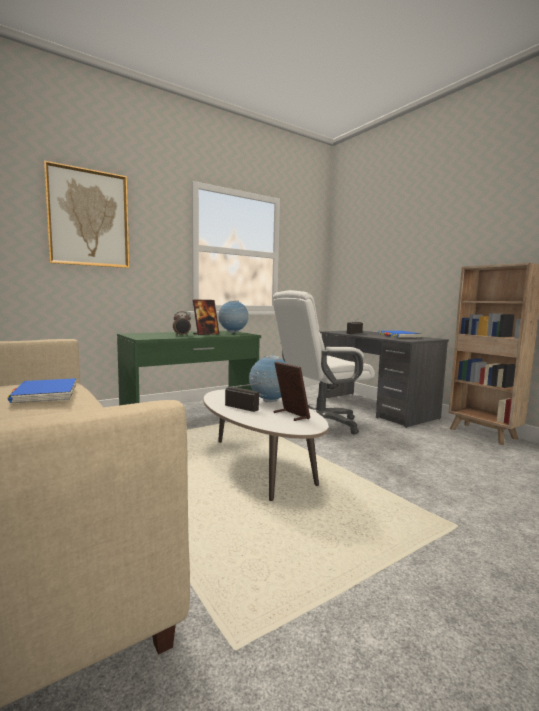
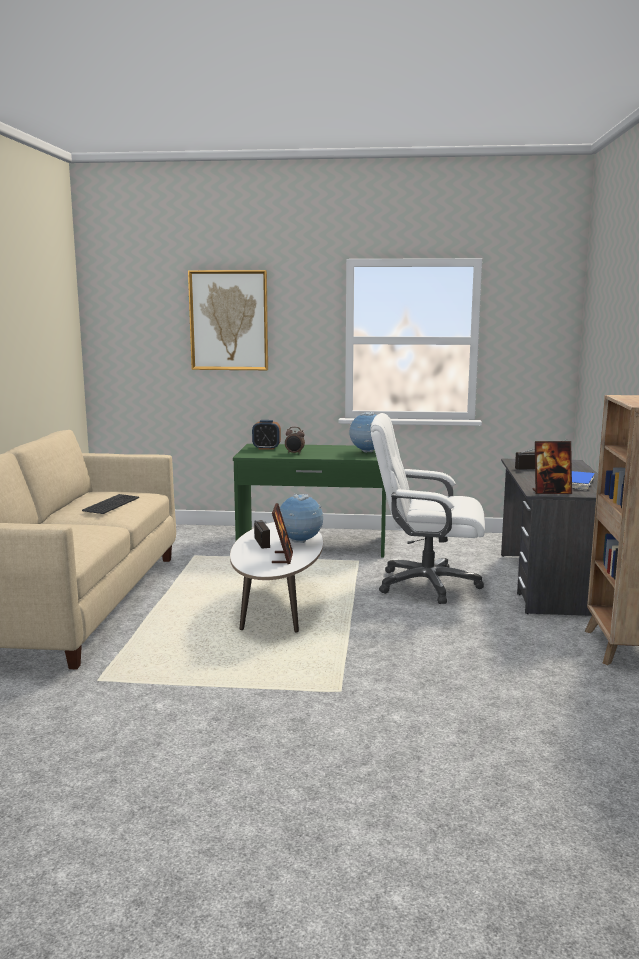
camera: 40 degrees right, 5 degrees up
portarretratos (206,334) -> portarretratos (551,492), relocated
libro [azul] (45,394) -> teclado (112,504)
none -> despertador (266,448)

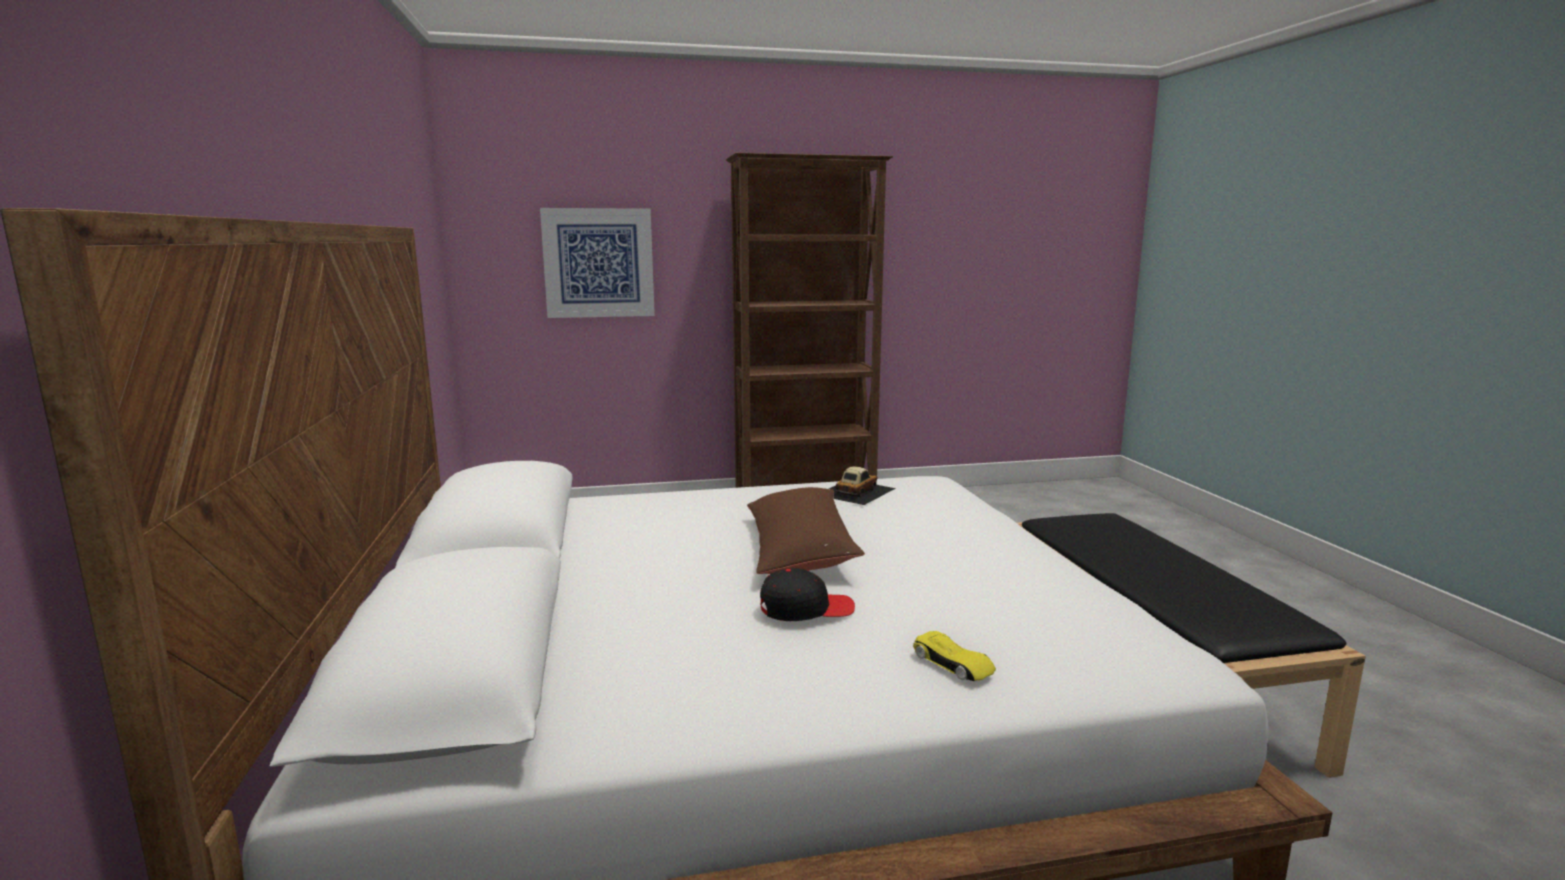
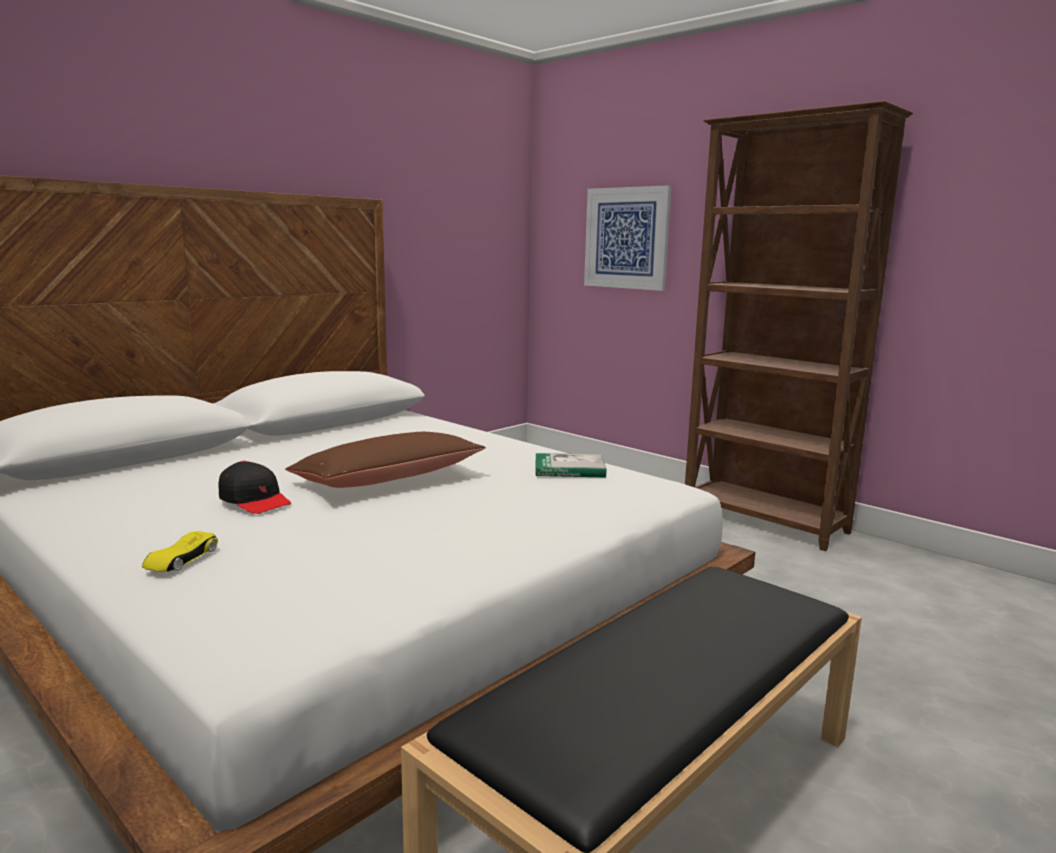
camera: 55 degrees right, 0 degrees up
coche de juguete (855,491) -> libro (569,469)

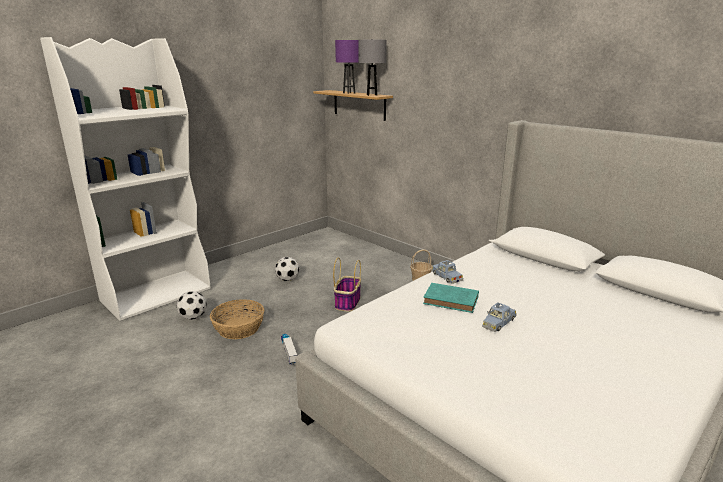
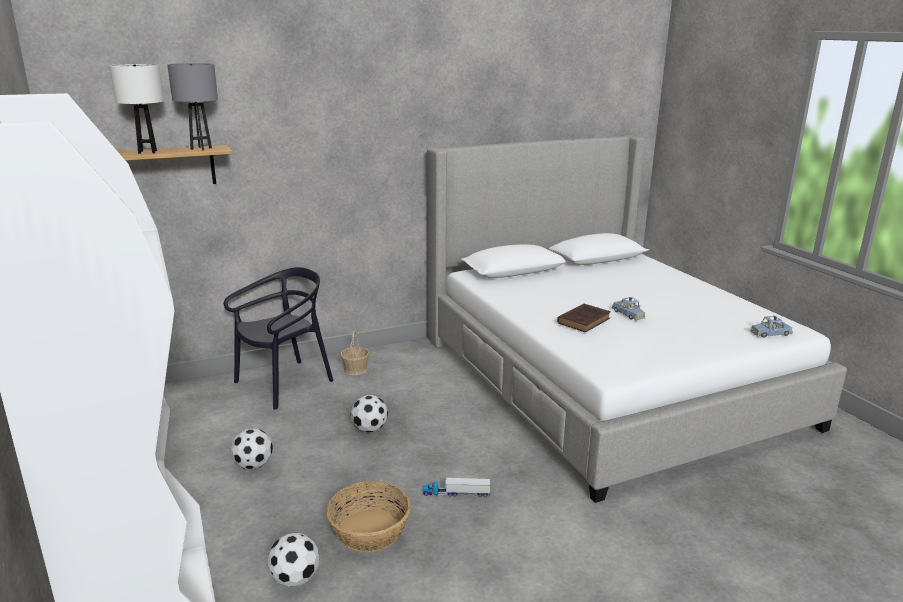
camera: 70 degrees left, 0 degrees up
lámpara de mesa [morado] (349,93) -> lámpara de mesa [blanco] (147,152)
cesta (347,302) -> balón de fútbol (369,429)
coche de juguete [azul] (446,277) -> coche de juguete [azul] (770,334), relocated
libro [turquesa] (452,301) -> libro [marrón] (584,320)
none -> silla [negro] (284,383)

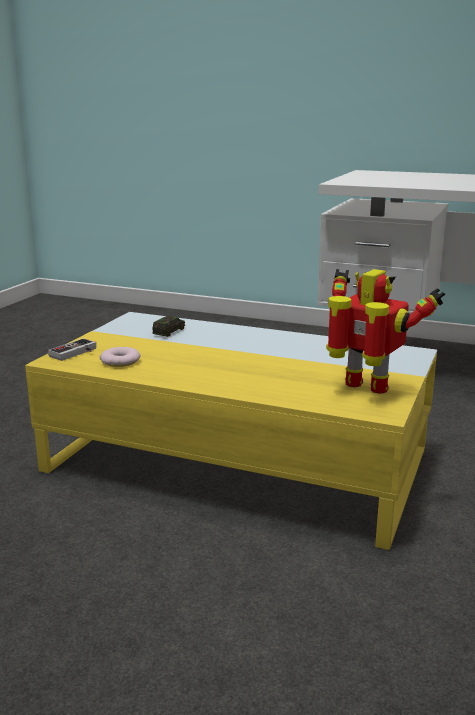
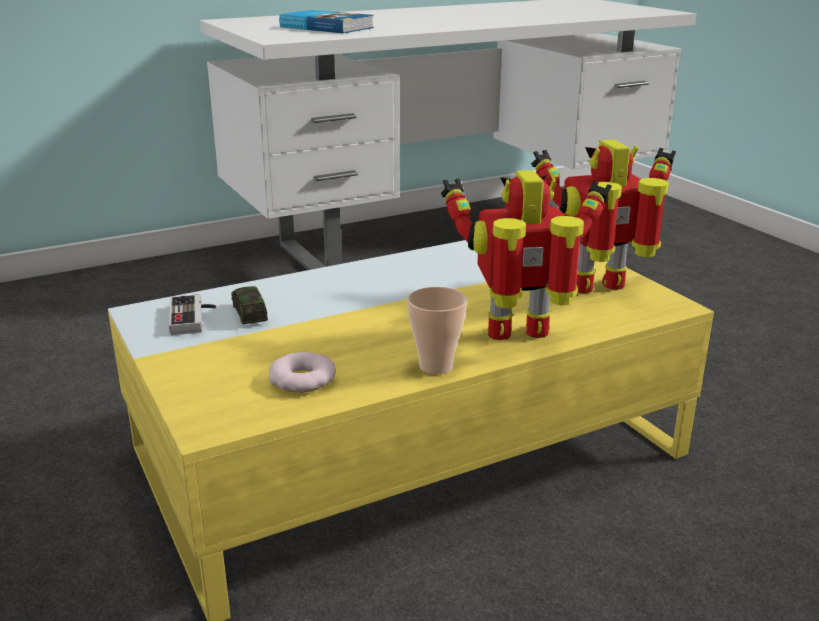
camera: 50 degrees left, 5 degrees up
mando de consola (76,353) -> mando de consola (194,318), relocated
none -> libro (327,27)
none -> robot de juguete (521,335)
none -> taza (436,366)

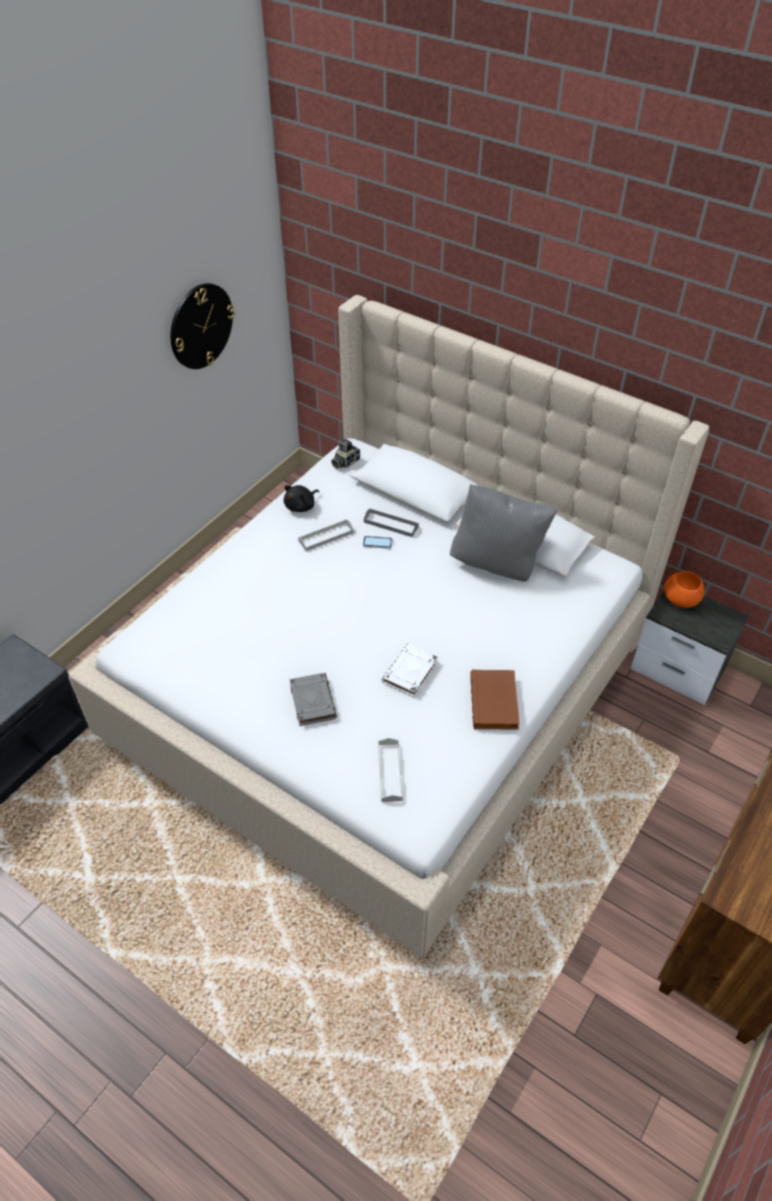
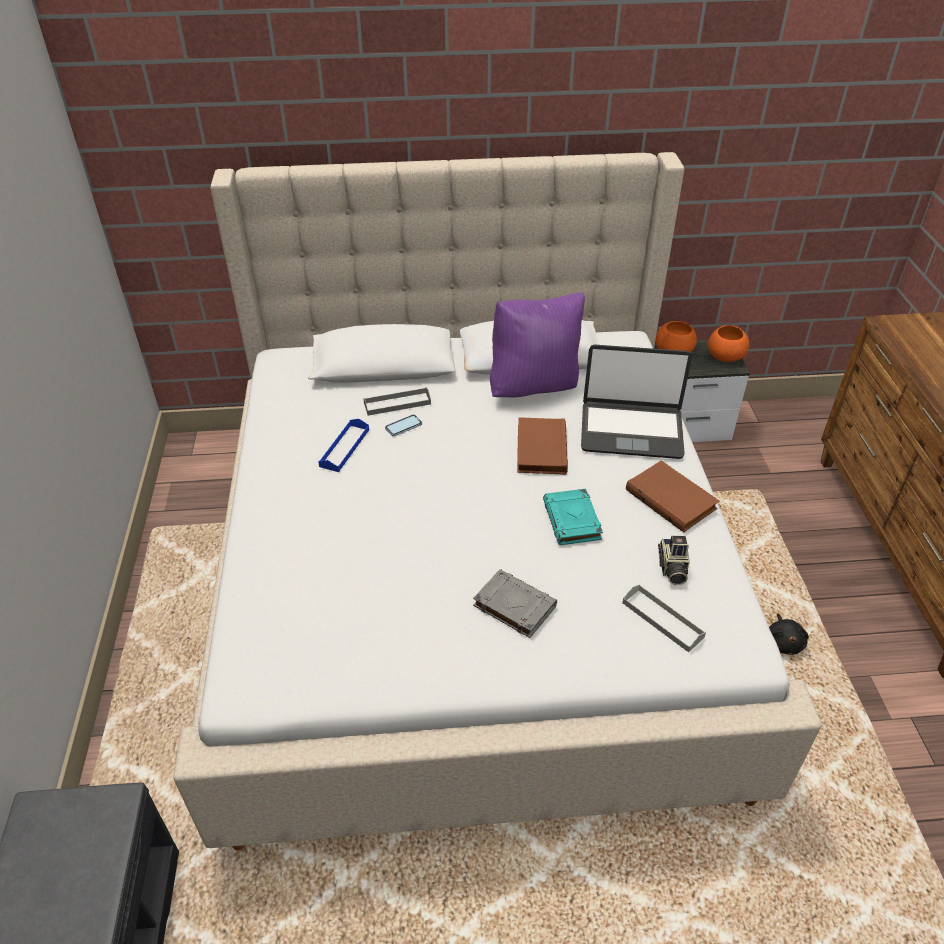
camera: 40 degrees left, 5 degrees down
reloj de pared (201,326) -> none
cámara (344,462) -> cámara (671,569), relocated
cojín [gris] (497,564) -> cojín [morado] (534,387)
peluche [negro] (301,506) -> peluche [negro] (783,642), relocated
bandeja [gris] (326,537) -> bandeja [azul] (344,448)
libro [blanco] (410,673) -> libro [turquesa] (572,521)
none -> cuenco [naranja] (724,356)
none -> portátil (631,430)
none -> libro [marrón] (539,449)

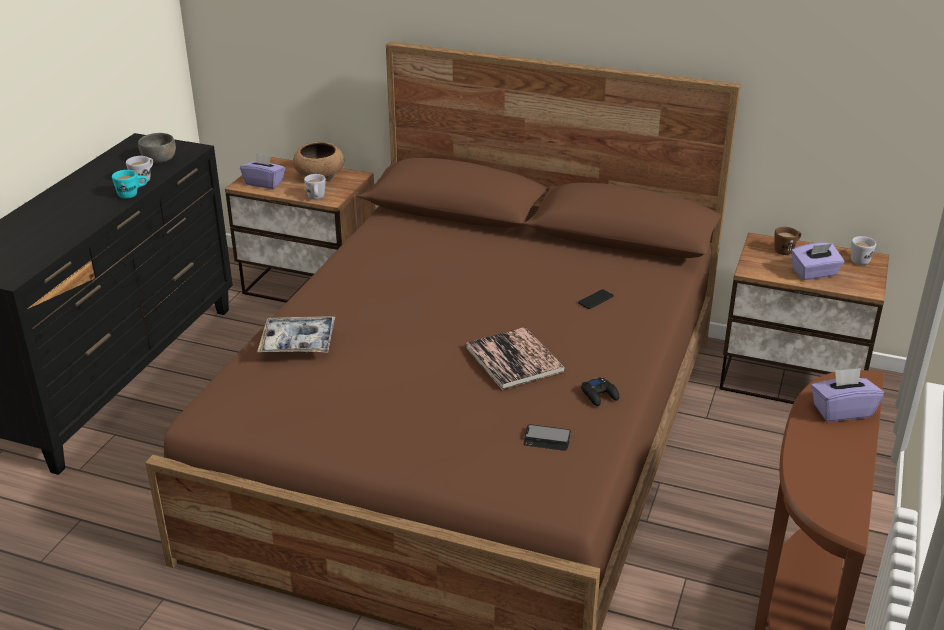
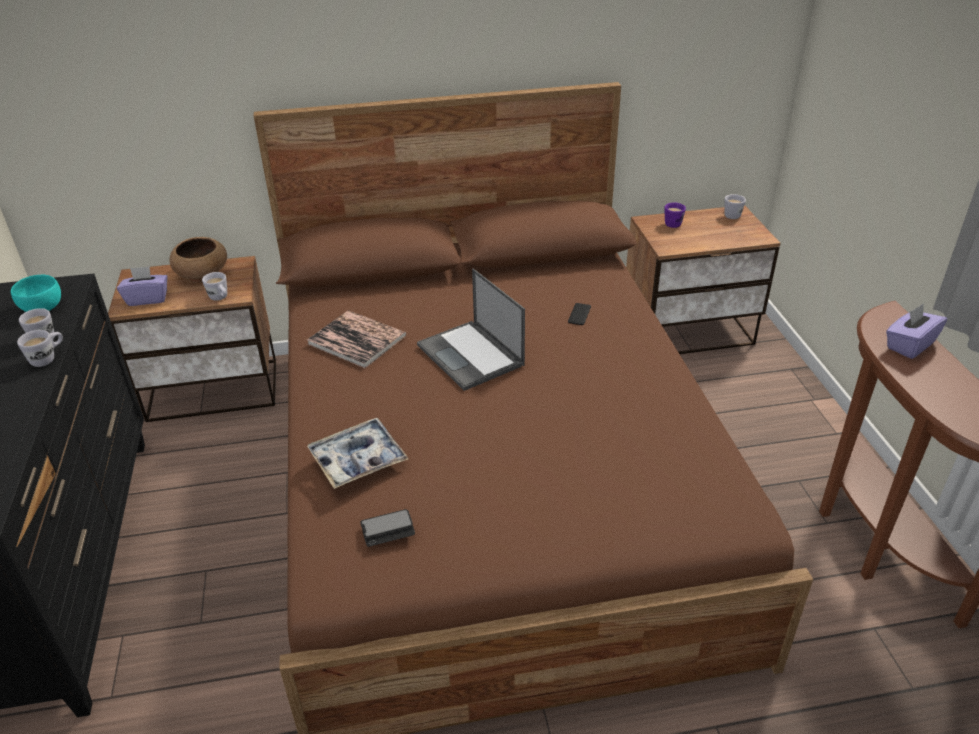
camera: 30 degrees left, 5 degrees up
cuenco [gris] (159,160) -> cuenco [turquesa] (43,308)
taza grande [turquesa] (132,194) -> taza grande [blanco] (48,358)
taza grande [marrón] (786,250) -> taza grande [morado] (674,223)
caja de pañuelos [morado] (814,273) -> none
libro (514,359) -> libro (357,340), relocated
mando de consola [negro] (599,395) -> none
móvil (547,439) -> móvil (387,529), relocated
none -> portátil (471,355)

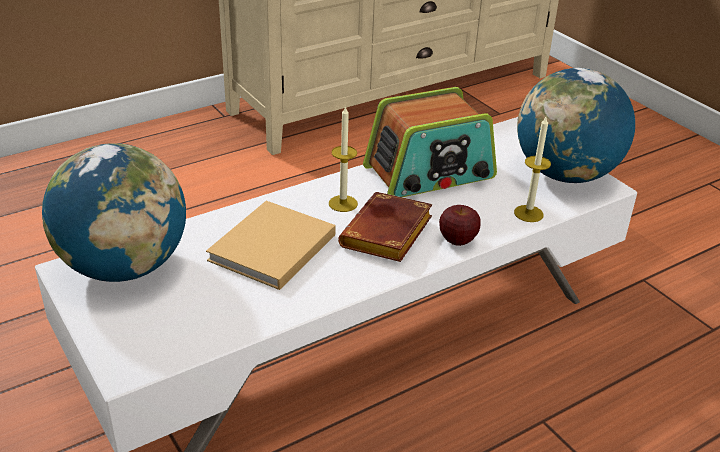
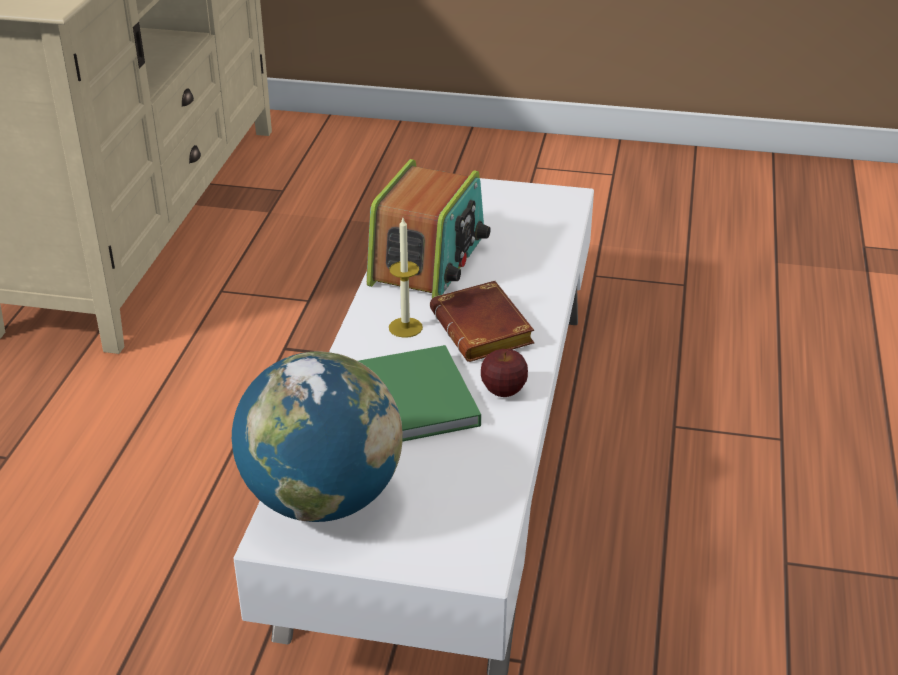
camera: 45 degrees left, 0 degrees up
globo terráqueo (565,174) -> none
vela (528,213) -> none
libro [beis] (270,249) -> libro [verde] (416,401)
manzana (457,240) -> manzana (503,390), relocated

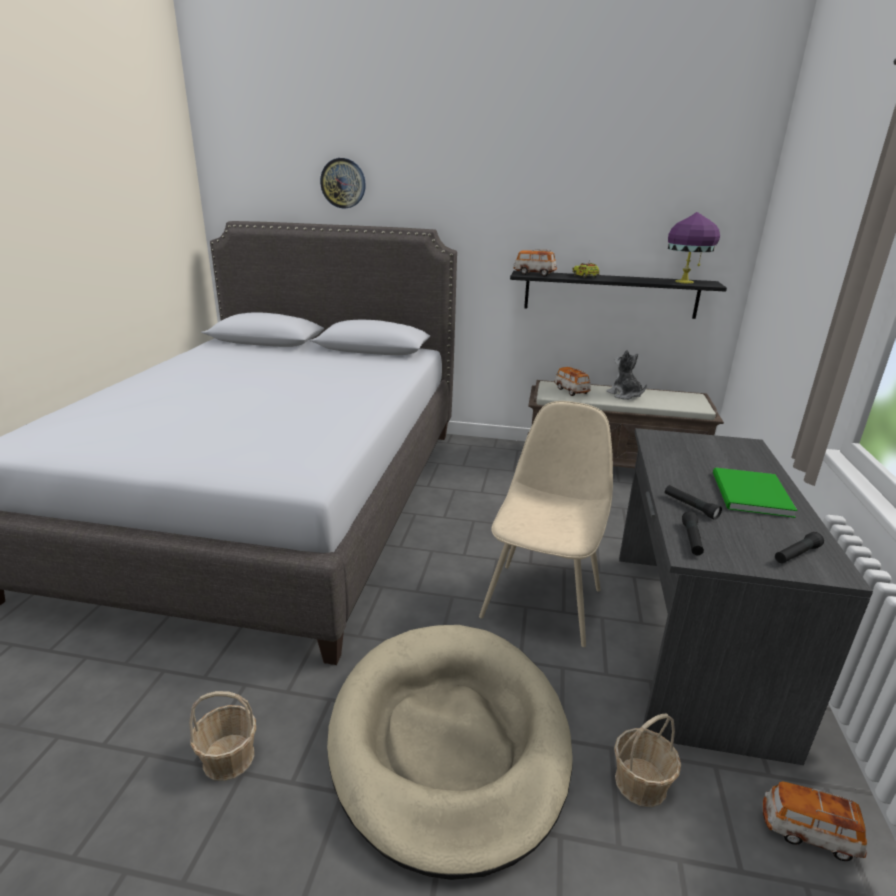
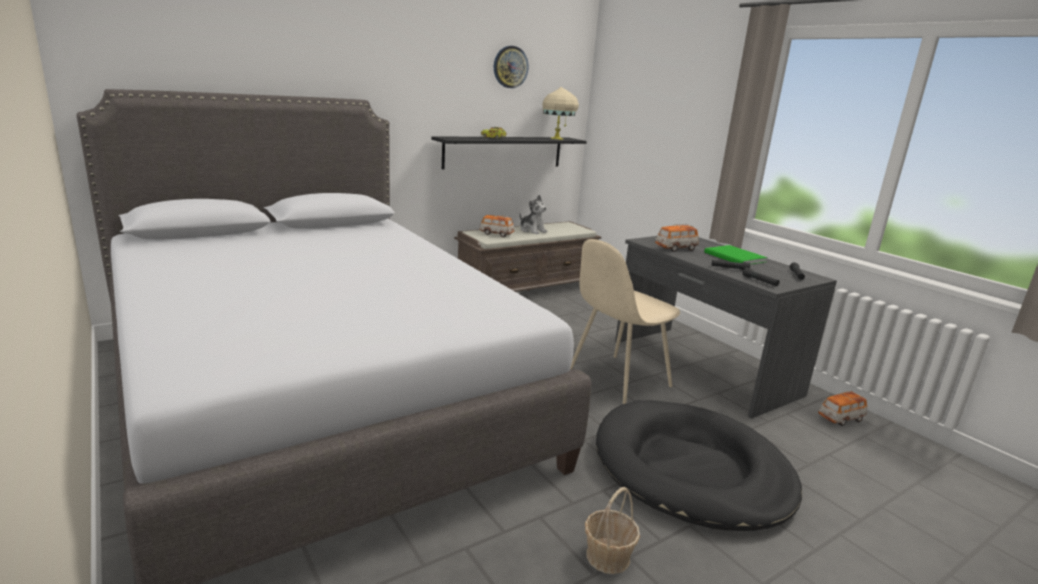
camera: 45 degrees left, 5 degrees down
reloj de pared (343,183) -> reloj de pared (510,67), relocated
lámpara de mesa [morado] (685,282) -> lámpara de mesa [beis] (557,139)
coche de juguete (534,274) -> coche de juguete (675,248), relocated
peluche (625,395) -> peluche (532,230), 150 degrees counterclockwise
silla [beis] (543,601) -> silla [beis] (616,380), 105 degrees counterclockwise
cama para perro [beis] (449,741) -> cama para perro [negro] (691,469)
cesta (641,783) -> none

